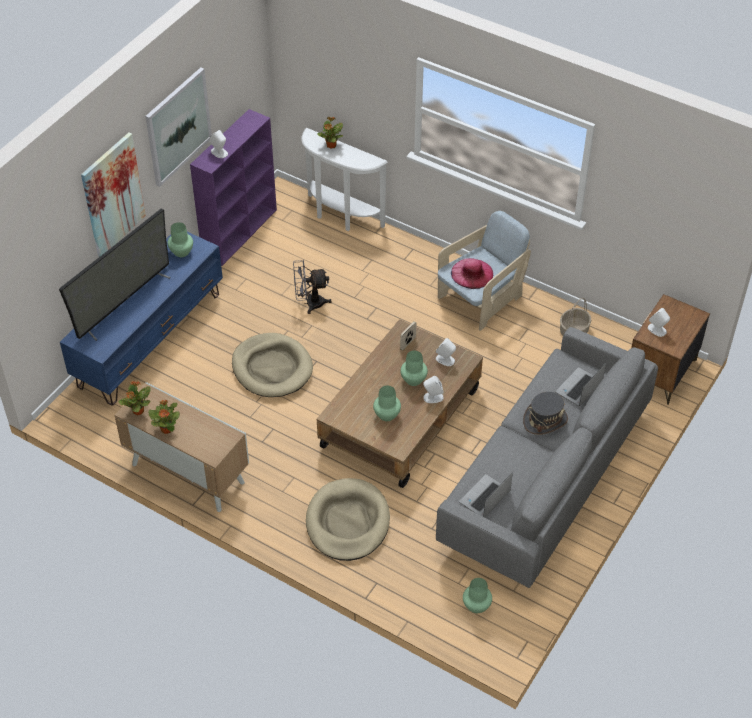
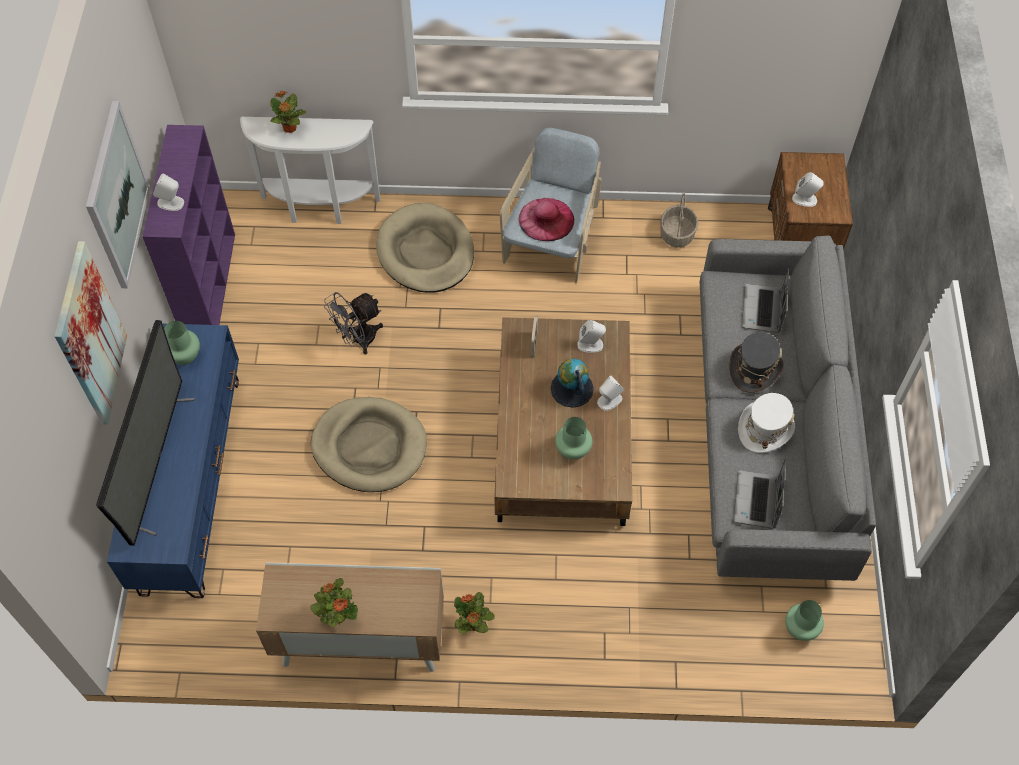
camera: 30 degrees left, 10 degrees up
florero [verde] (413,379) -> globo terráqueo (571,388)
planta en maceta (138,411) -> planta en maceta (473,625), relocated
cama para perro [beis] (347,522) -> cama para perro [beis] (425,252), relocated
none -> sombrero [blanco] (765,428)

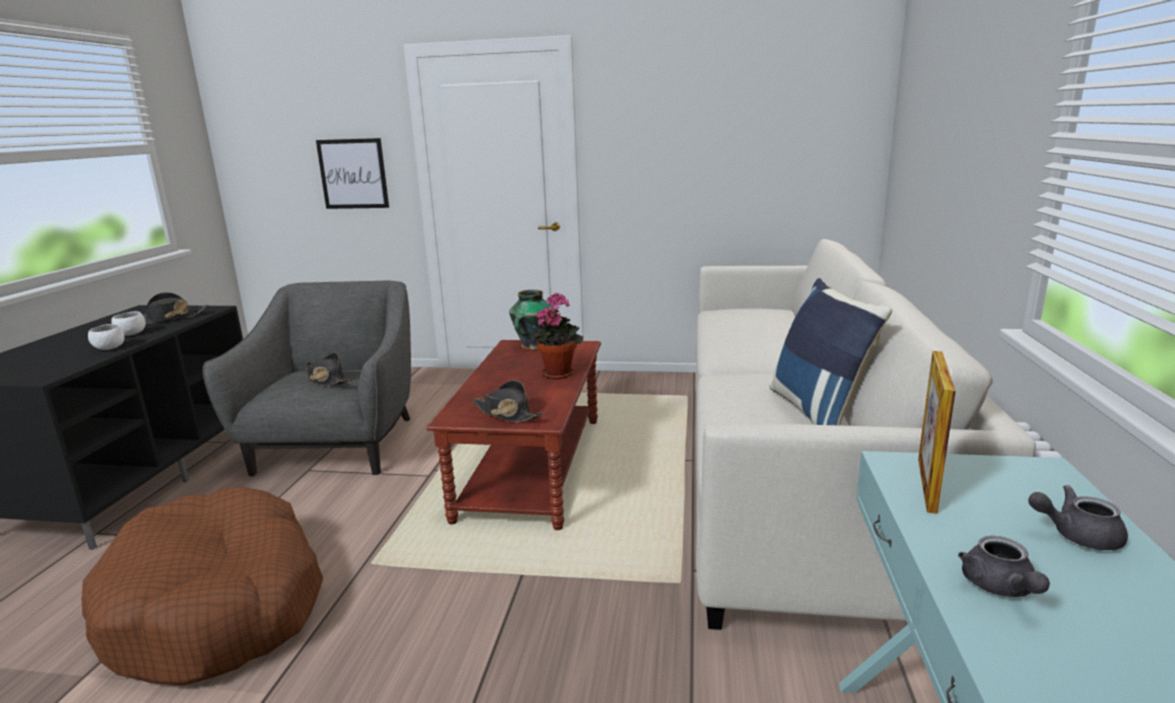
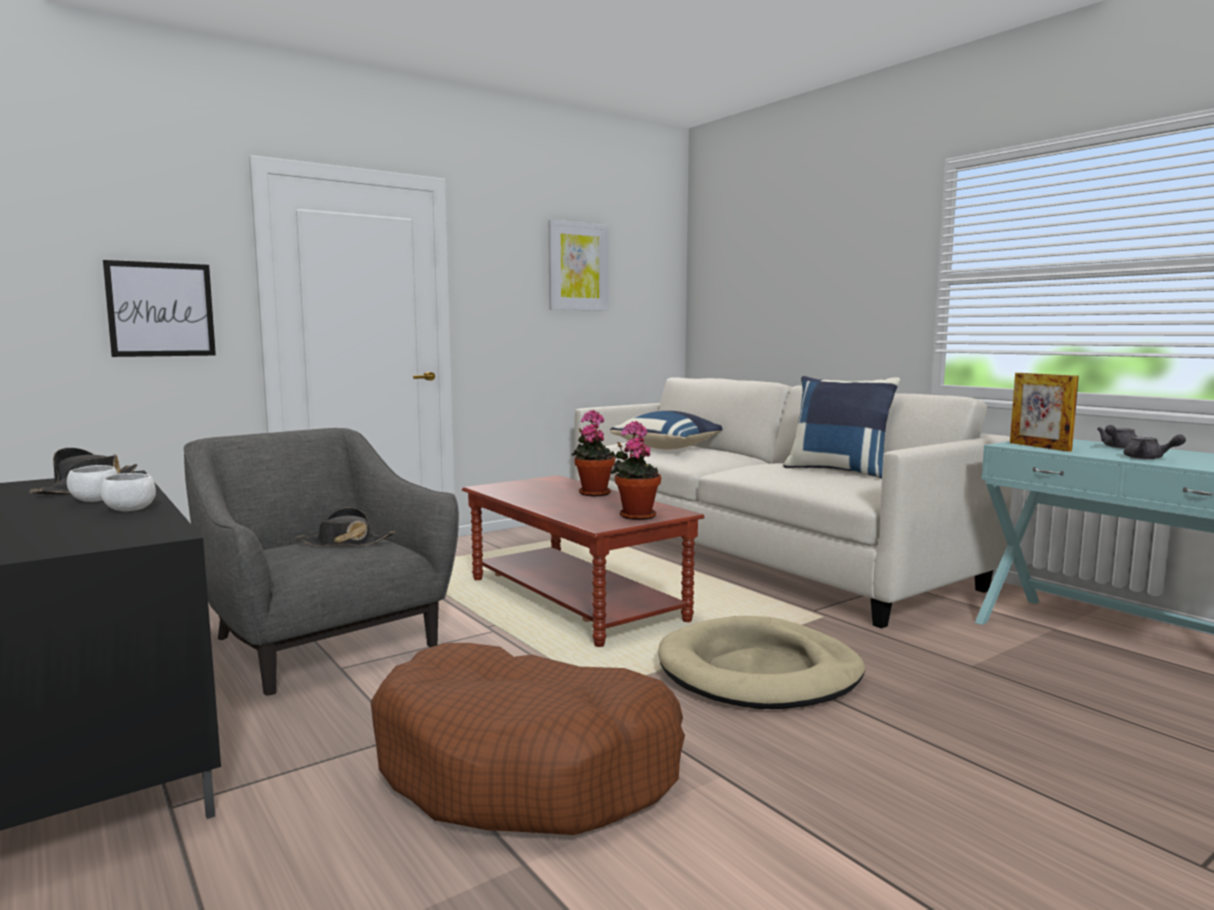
camera: 45 degrees left, 10 degrees down
florero (532,346) -> none
sombrero [negro] (507,414) -> planta en maceta (635,515)
none -> cuadro (578,266)
none -> cojín [azul] (669,448)
none -> cama para perro [beis] (759,672)

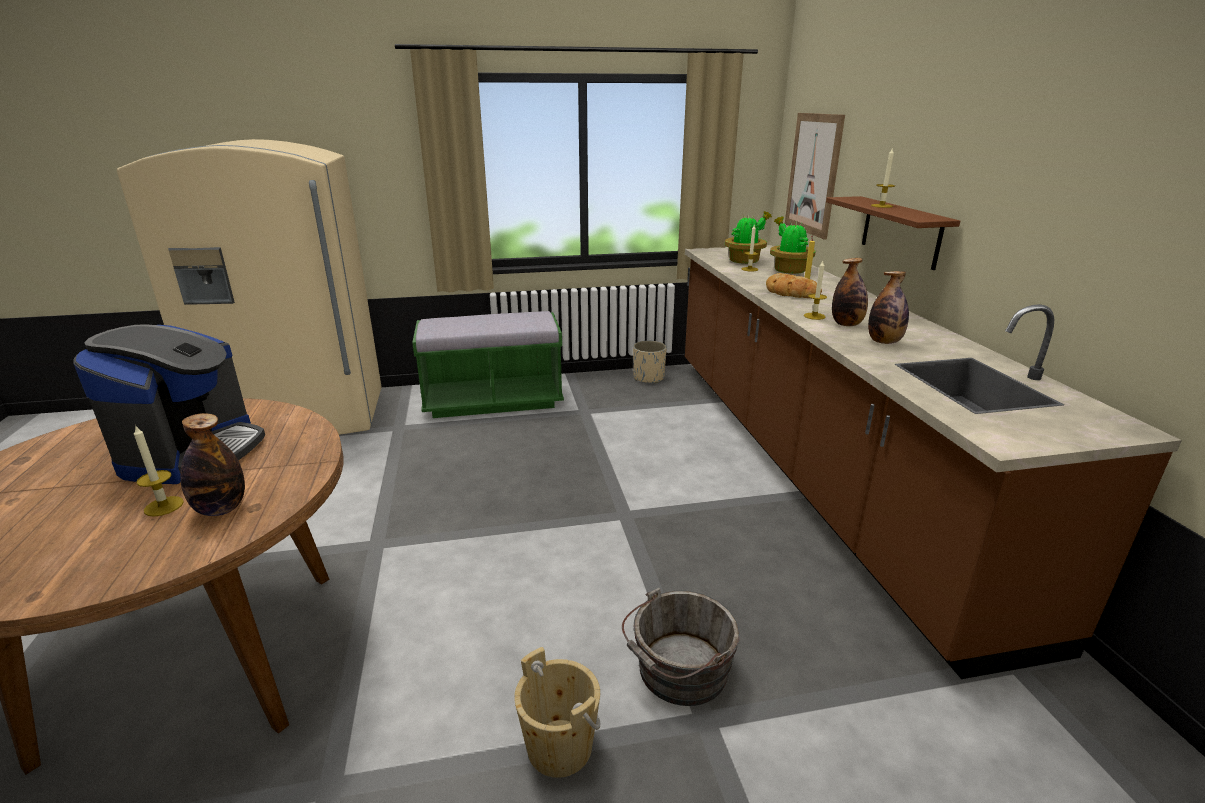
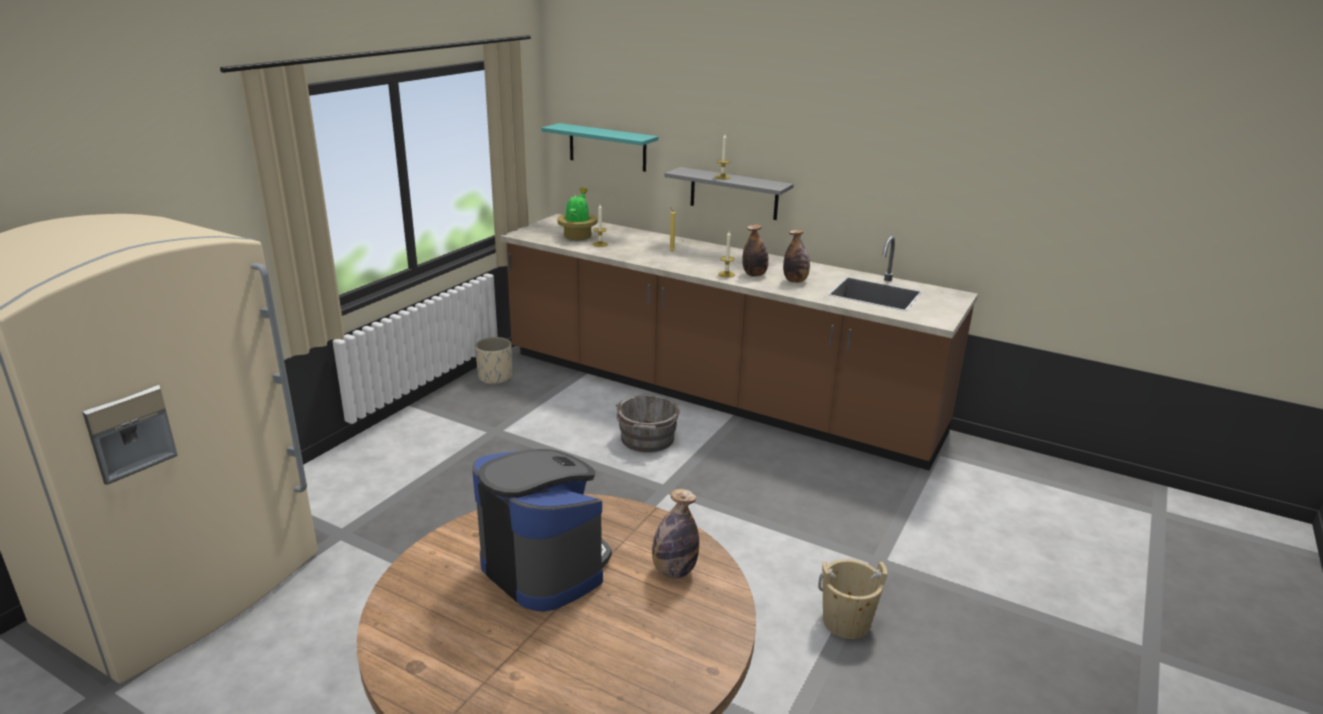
camera: 50 degrees left, 0 degrees up
cuadro (813,174) -> estante [turquesa] (607,147)
estante [marrón] (900,232) -> estante [gris] (733,193)
planta en maceta (788,270) -> none
pan (790,292) -> none
banco [verde] (493,401) -> none
vela (164,506) -> none
cubo [gris] (678,671) -> cubo [gris] (647,440), relocated

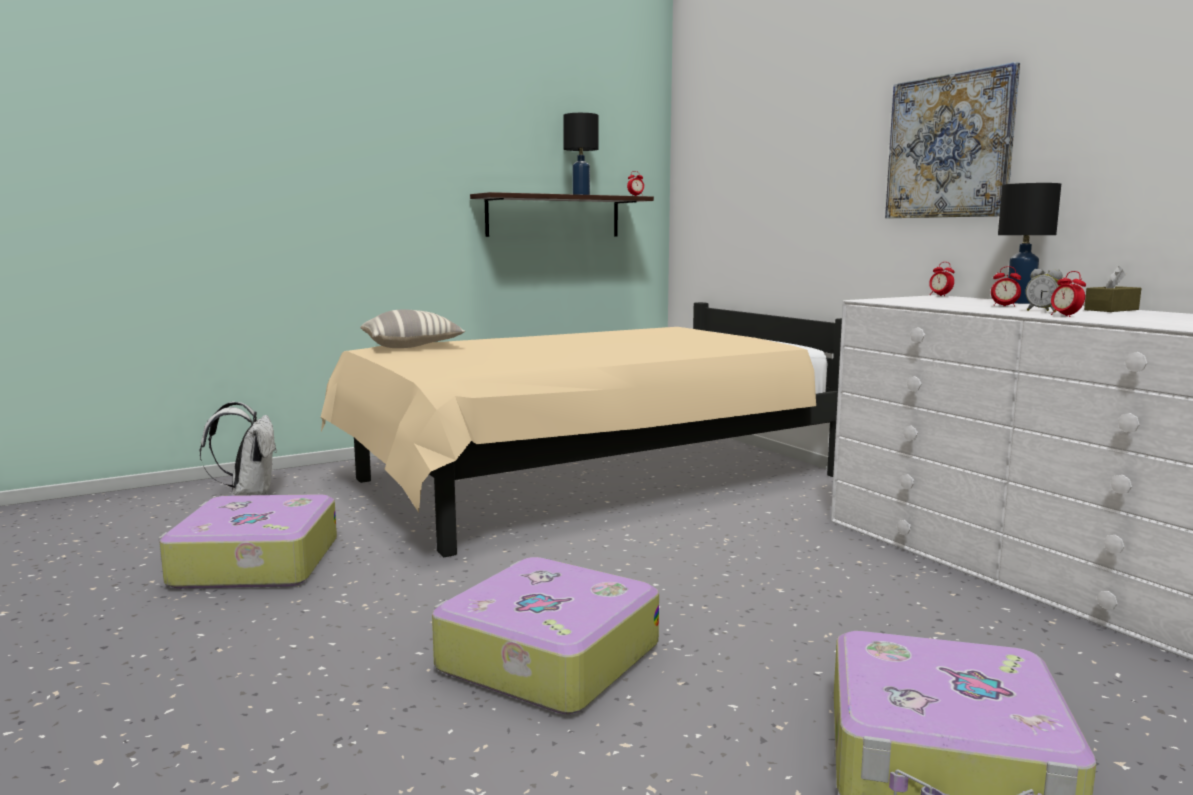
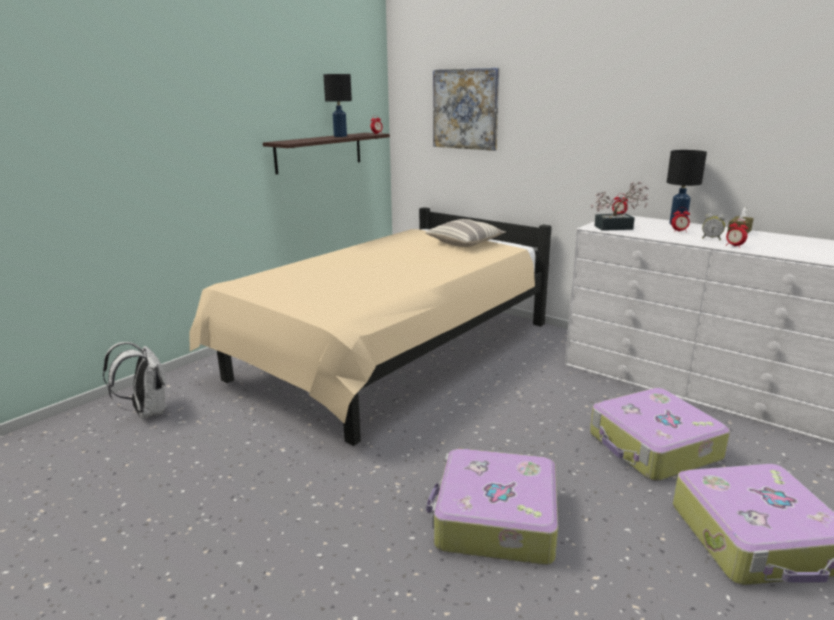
camera: 20 degrees left, 10 degrees up
cuadro (949,147) -> cuadro (465,109), relocated
cojín (412,346) -> cojín (465,243), relocated
maleta (254,563) -> maleta (653,447), relocated
none -> planta en maceta (618,227)

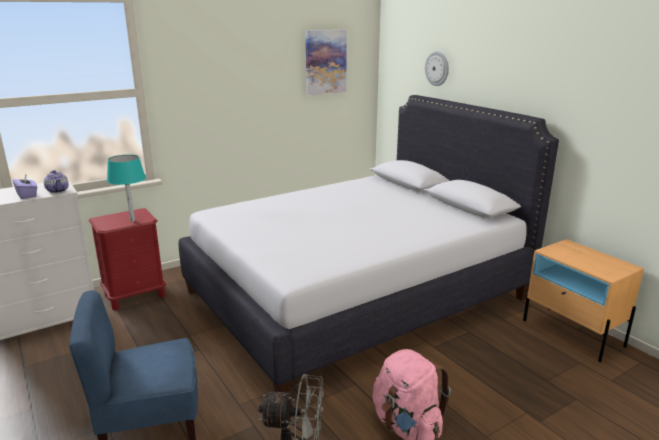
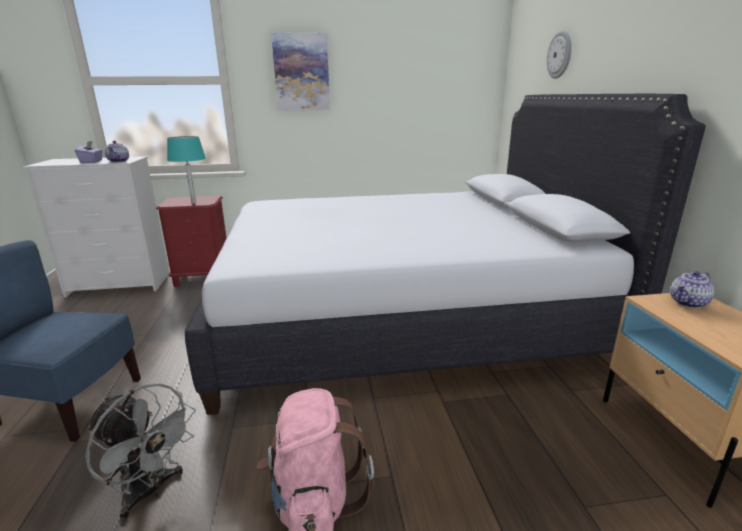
camera: 25 degrees right, 0 degrees up
cuadro (325,62) -> cuadro (301,72), relocated
none -> tetera (688,303)

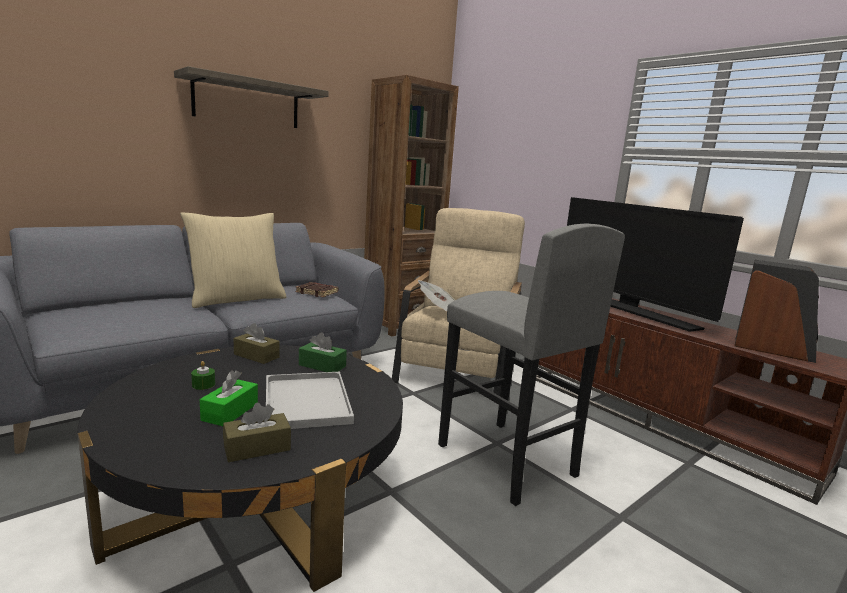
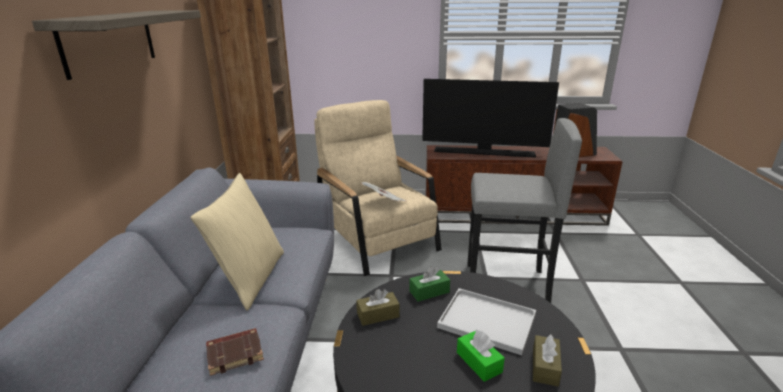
camera: 45 degrees left, 10 degrees up
libro [marrón] (317,292) -> libro [marrón] (235,353), relocated
vela [verde] (203,385) -> none

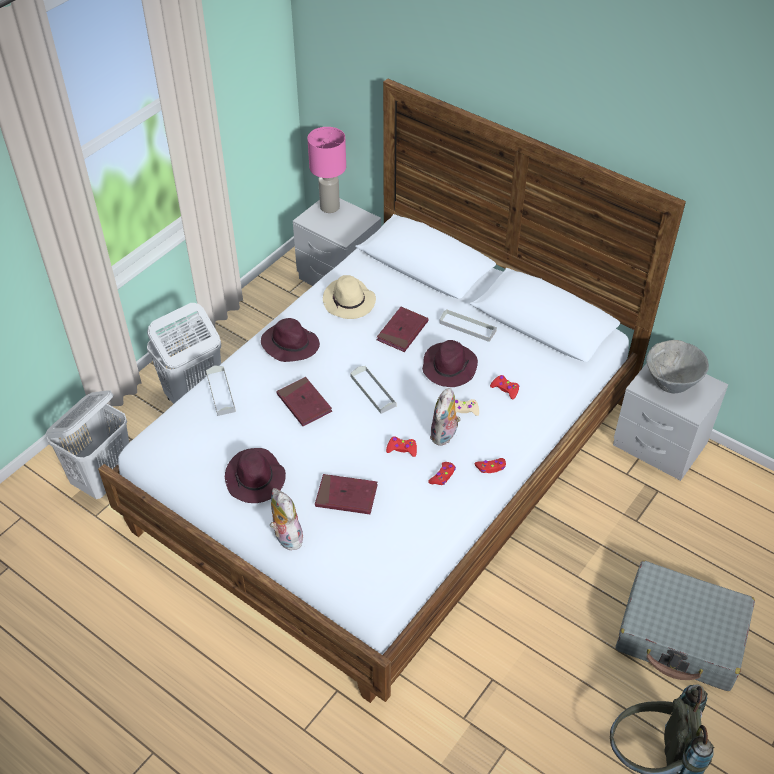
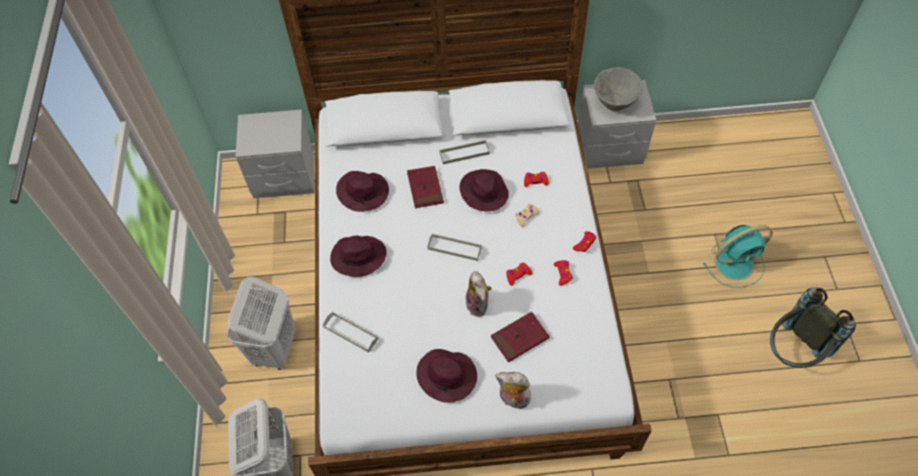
camera: 40 degrees left, 10 degrees up
lámpara de mesa [rosa] (329,207) -> none
sombrero [beis] (349,302) -> sombrero [morado] (363,193)
libro [rojo] (304,403) -> none
peluche (444,436) -> peluche (479,305), relocated
maleta [gris] (680,635) -> ventilador [turquesa] (736,263)

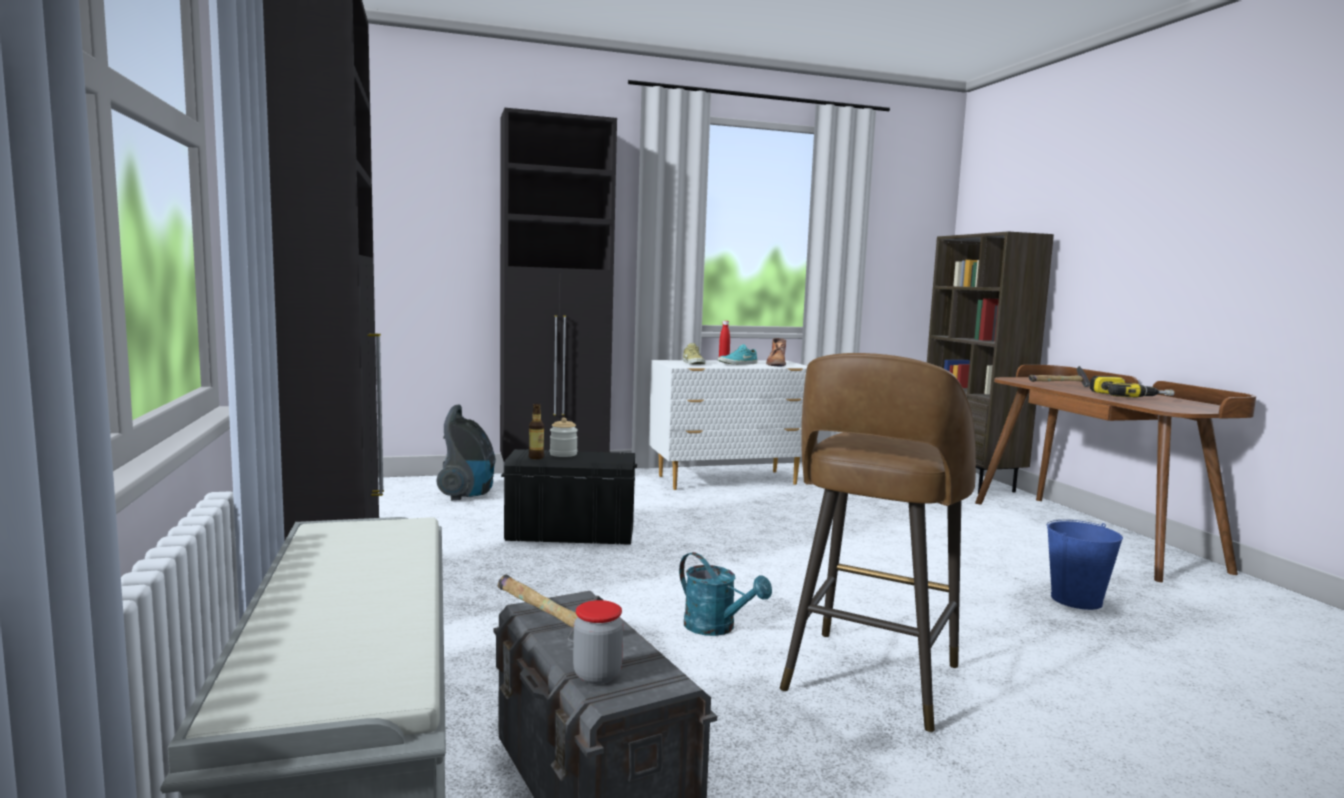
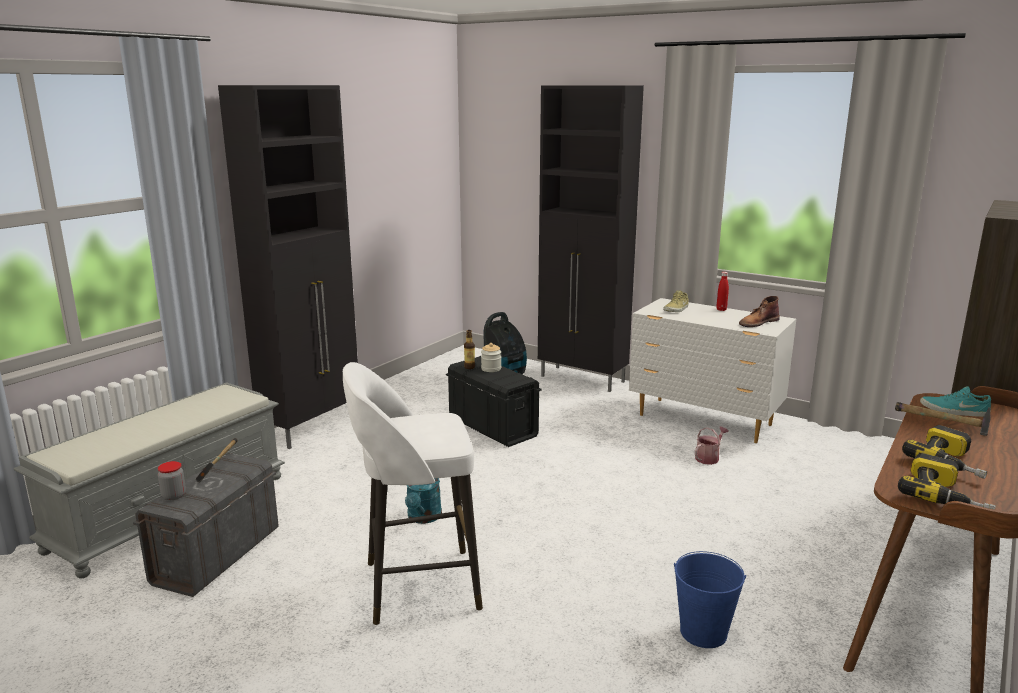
camera: 50 degrees right, 10 degrees up
zapato [turquesa] (738,364) -> zapato [turquesa] (954,411), relocated
taburete [marrón] (869,680) -> taburete [blanco] (417,586)
none -> regadera (709,458)
none -> taladro (946,495)

